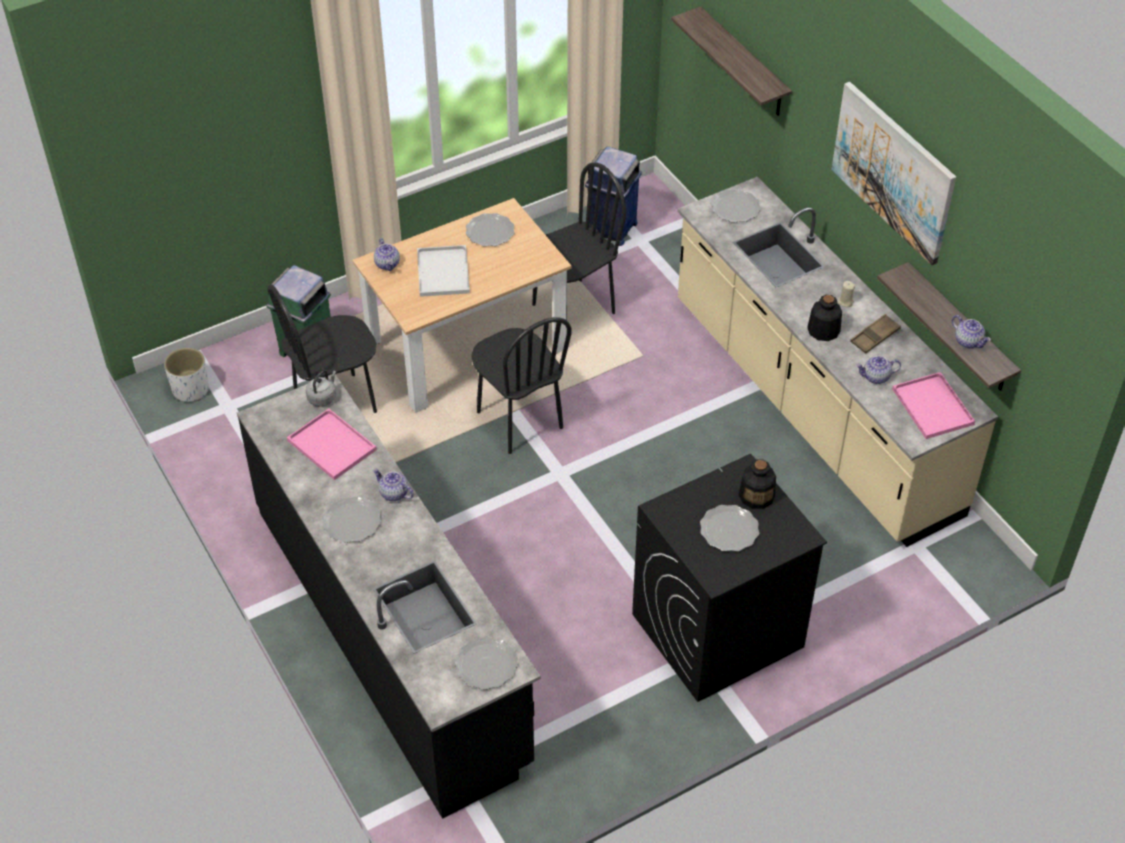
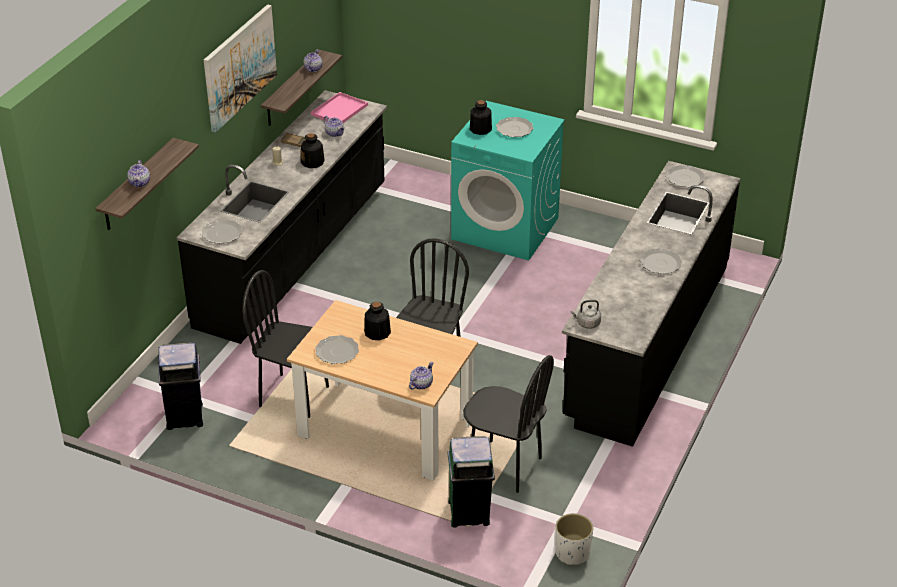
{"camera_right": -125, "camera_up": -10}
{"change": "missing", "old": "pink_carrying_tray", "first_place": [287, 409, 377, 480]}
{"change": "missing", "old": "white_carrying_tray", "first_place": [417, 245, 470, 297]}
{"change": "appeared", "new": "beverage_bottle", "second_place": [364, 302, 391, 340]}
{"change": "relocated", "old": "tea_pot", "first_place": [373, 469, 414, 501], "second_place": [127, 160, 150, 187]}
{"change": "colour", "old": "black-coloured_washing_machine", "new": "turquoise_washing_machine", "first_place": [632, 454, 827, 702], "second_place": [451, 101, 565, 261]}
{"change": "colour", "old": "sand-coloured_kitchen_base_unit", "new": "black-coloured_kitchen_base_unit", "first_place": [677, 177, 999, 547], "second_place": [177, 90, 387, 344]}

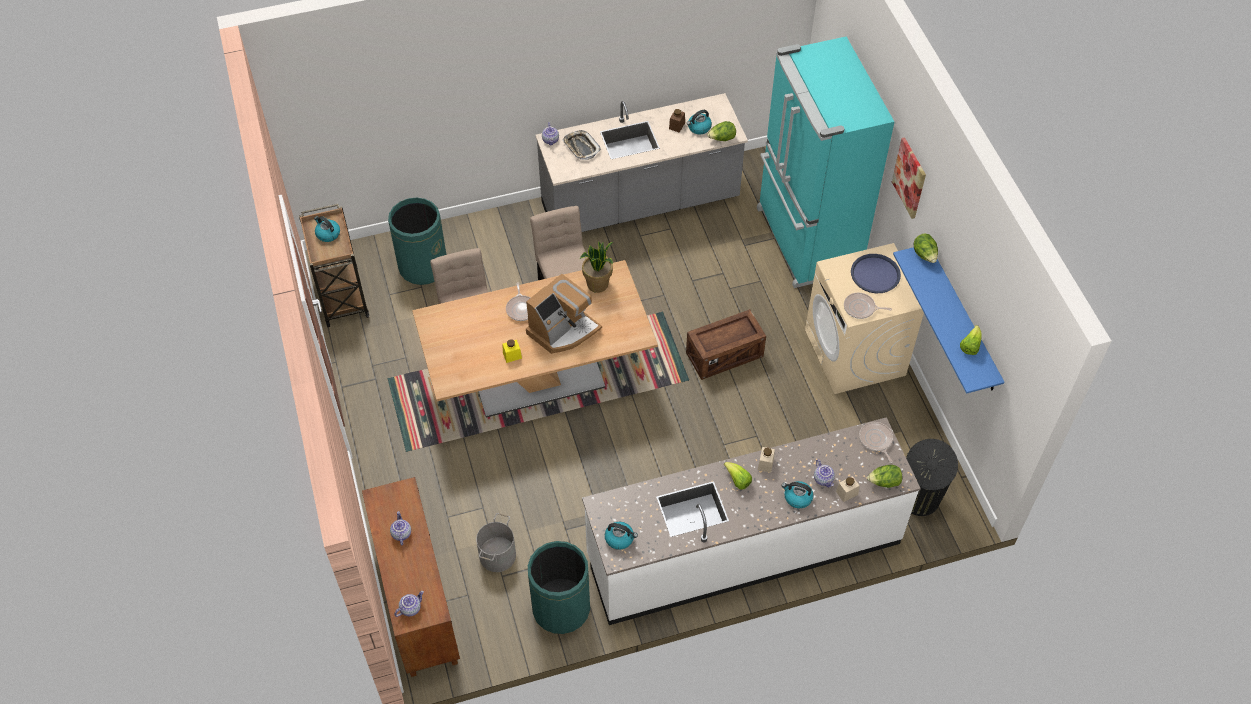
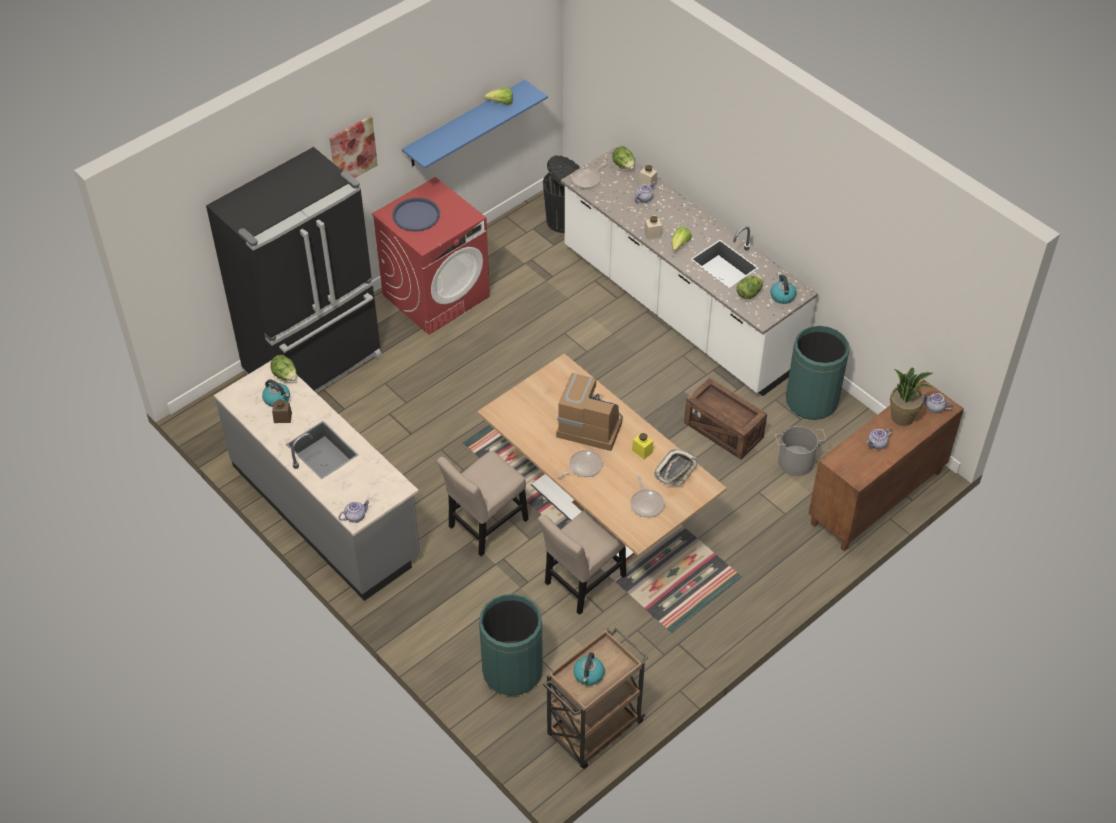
{"camera_right": -115, "camera_up": -5}
{"change": "missing", "old": "tea_kettle", "first_place": [782, 481, 813, 508]}
{"change": "relocated", "old": "carrying_tray", "first_place": [562, 130, 601, 160], "second_place": [654, 449, 698, 486]}
{"change": "relocated", "old": "plant_in_a_pot", "first_place": [580, 241, 613, 293], "second_place": [890, 368, 933, 426]}
{"change": "relocated", "old": "packing_crate", "first_place": [686, 309, 766, 380], "second_place": [684, 378, 767, 459]}
{"change": "relocated", "old": "frying_pan", "first_place": [844, 293, 892, 319], "second_place": [630, 475, 664, 517]}
{"change": "relocated", "old": "lettuce", "first_place": [914, 233, 938, 263], "second_place": [736, 276, 763, 299]}
{"change": "colour", "old": "turquoise_refrigerator", "new": "black-coloured_refrigerator", "first_place": [757, 36, 894, 288], "second_place": [206, 147, 382, 393]}
{"change": "colour", "old": "sand-coloured_washing_machine", "new": "red-coloured_washing_machine", "first_place": [805, 243, 924, 394], "second_place": [372, 177, 490, 335]}

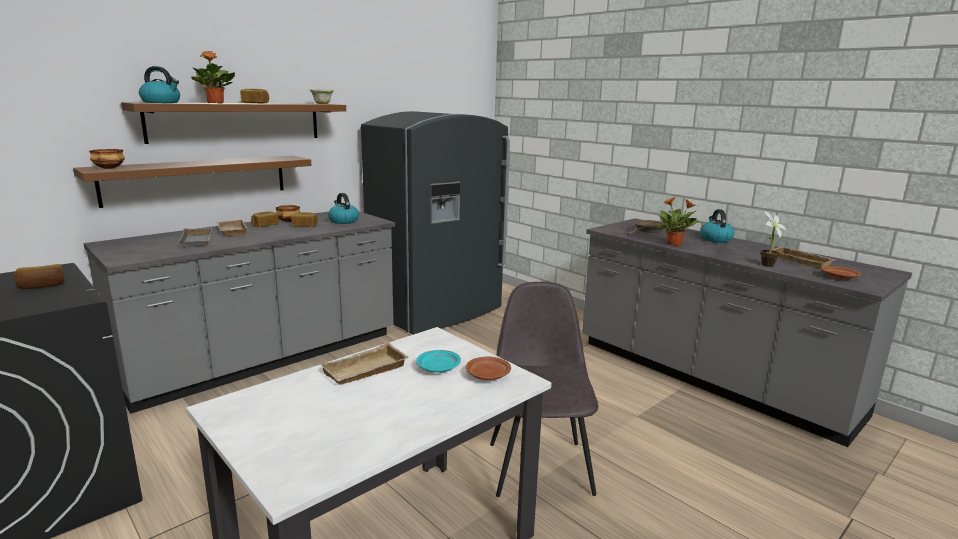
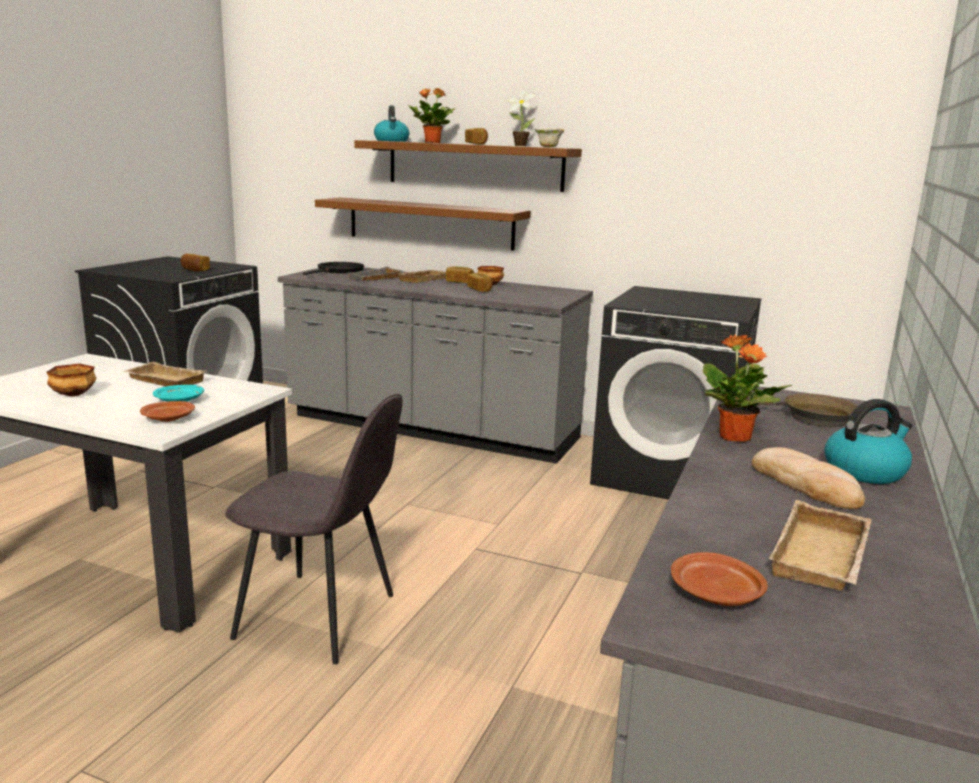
{"camera_right": 65, "camera_up": 0}
{"change": "missing", "old": "tea_kettle", "first_place": [328, 193, 359, 224]}
{"change": "appeared", "new": "black-coloured_frying_pan", "second_place": [303, 262, 364, 275]}
{"change": "appeared", "new": "bakery_bread", "second_place": [752, 447, 865, 509]}
{"change": "relocated", "old": "serving_bowl", "first_place": [89, 149, 125, 169], "second_place": [46, 364, 97, 397]}
{"change": "relocated", "old": "plant_in_a_pot", "first_place": [760, 211, 787, 267], "second_place": [508, 90, 536, 146]}
{"change": "exchanged", "old": "greyish_refrigerator", "new": "black-coloured_washing_machine", "first_place": [361, 111, 510, 335], "second_place": [590, 286, 761, 500]}
{"change": "spun", "old": "greyish_chair", "first_place": [490, 282, 599, 497], "second_place": [225, 394, 403, 664], "degrees": 45}

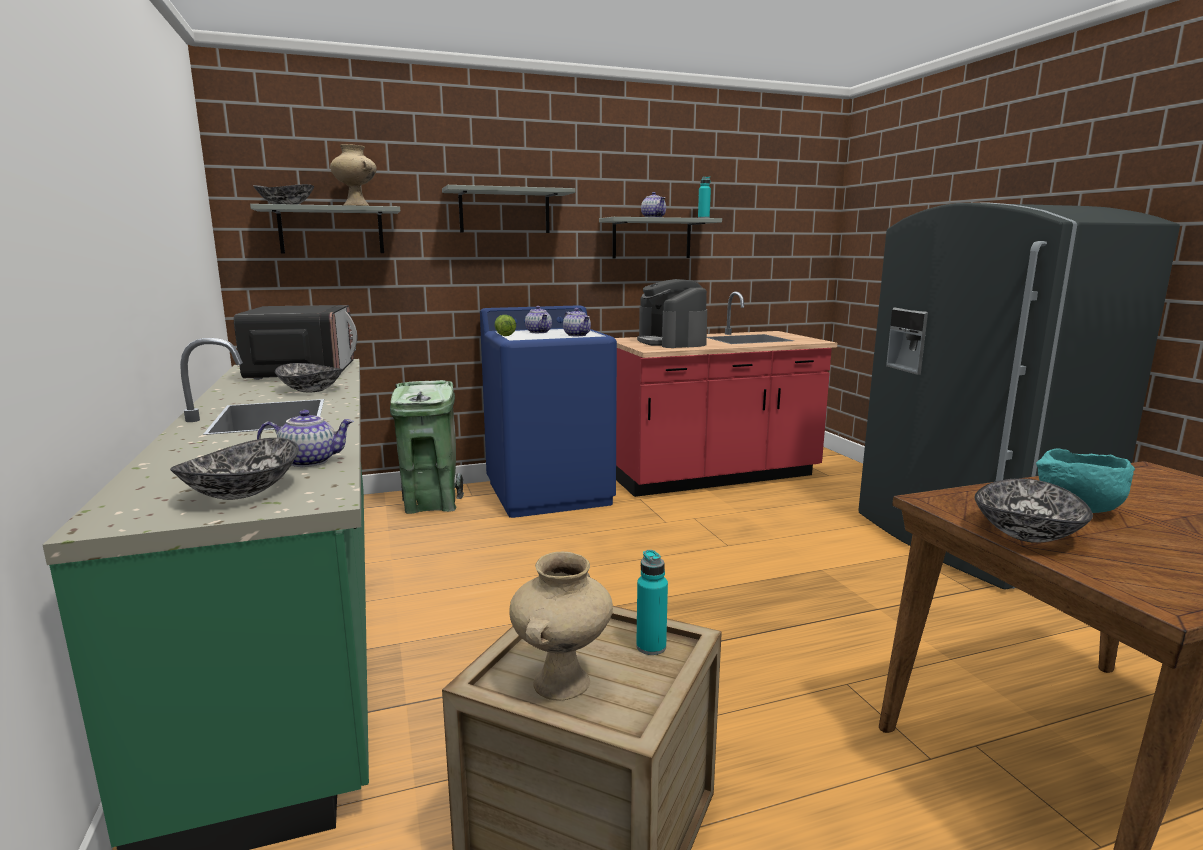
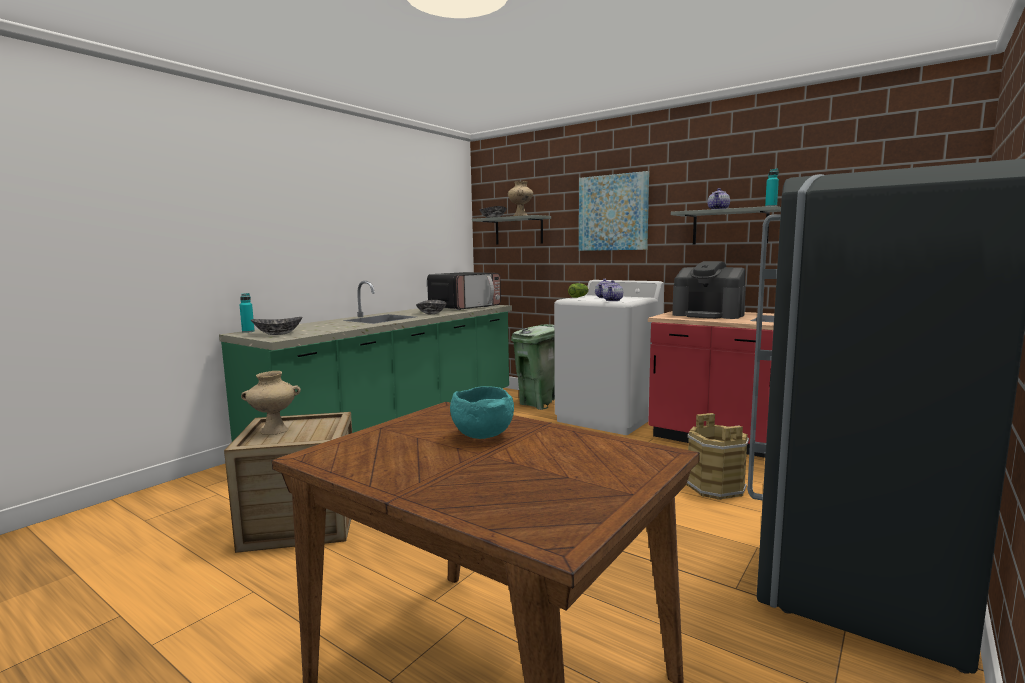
{"camera_right": 55, "camera_up": -5}
{"change": "missing", "old": "tea_pot", "first_place": [257, 410, 354, 467]}
{"change": "missing", "old": "serving_bowl", "first_place": [975, 478, 1093, 543]}
{"change": "appeared", "new": "brownish_water_bucket", "second_place": [686, 413, 749, 500]}
{"change": "relocated", "old": "turquoise_beverage_bottle", "first_place": [636, 550, 668, 655], "second_place": [240, 293, 255, 333]}
{"change": "exchanged", "old": "greyish_bracket_shelf", "new": "wall_art", "first_place": [442, 185, 575, 233], "second_place": [579, 171, 649, 251]}
{"change": "colour", "old": "blue_washing_machine", "new": "white_washing_machine", "first_place": [480, 305, 617, 518], "second_place": [554, 280, 664, 435]}
{"change": "spun", "old": "coffee_brewer", "first_place": [637, 279, 707, 348], "second_place": [672, 261, 746, 319], "degrees": -90}

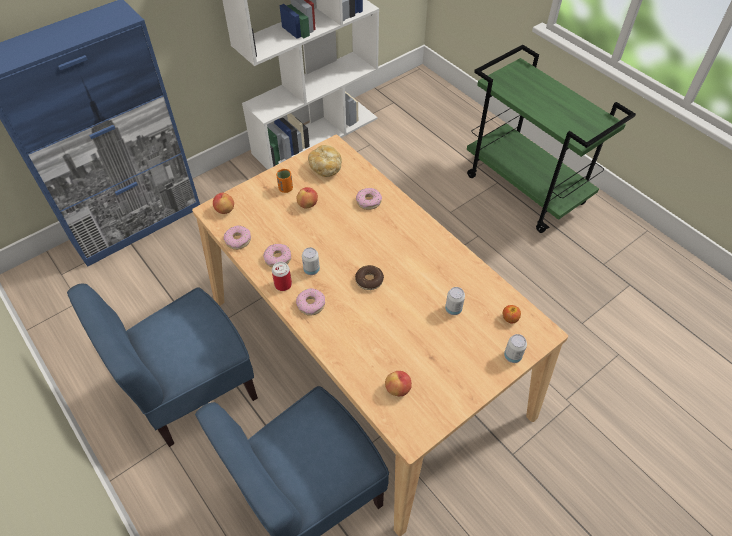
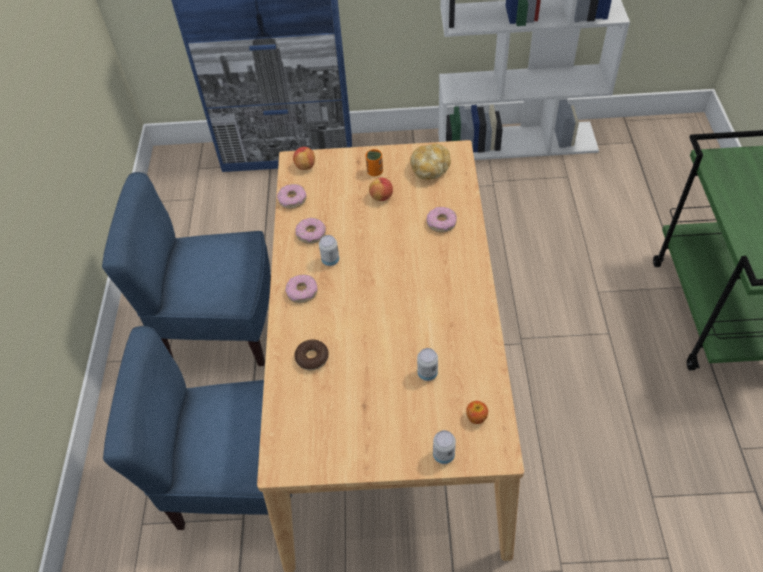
{"camera_right": 40, "camera_up": 0}
{"change": "missing", "old": "sealed_can", "first_place": [272, 262, 292, 291]}
{"change": "missing", "old": "apple_fruit", "first_place": [385, 371, 412, 396]}
{"change": "relocated", "old": "ring_doughnut", "first_place": [355, 265, 384, 290], "second_place": [294, 339, 329, 370]}

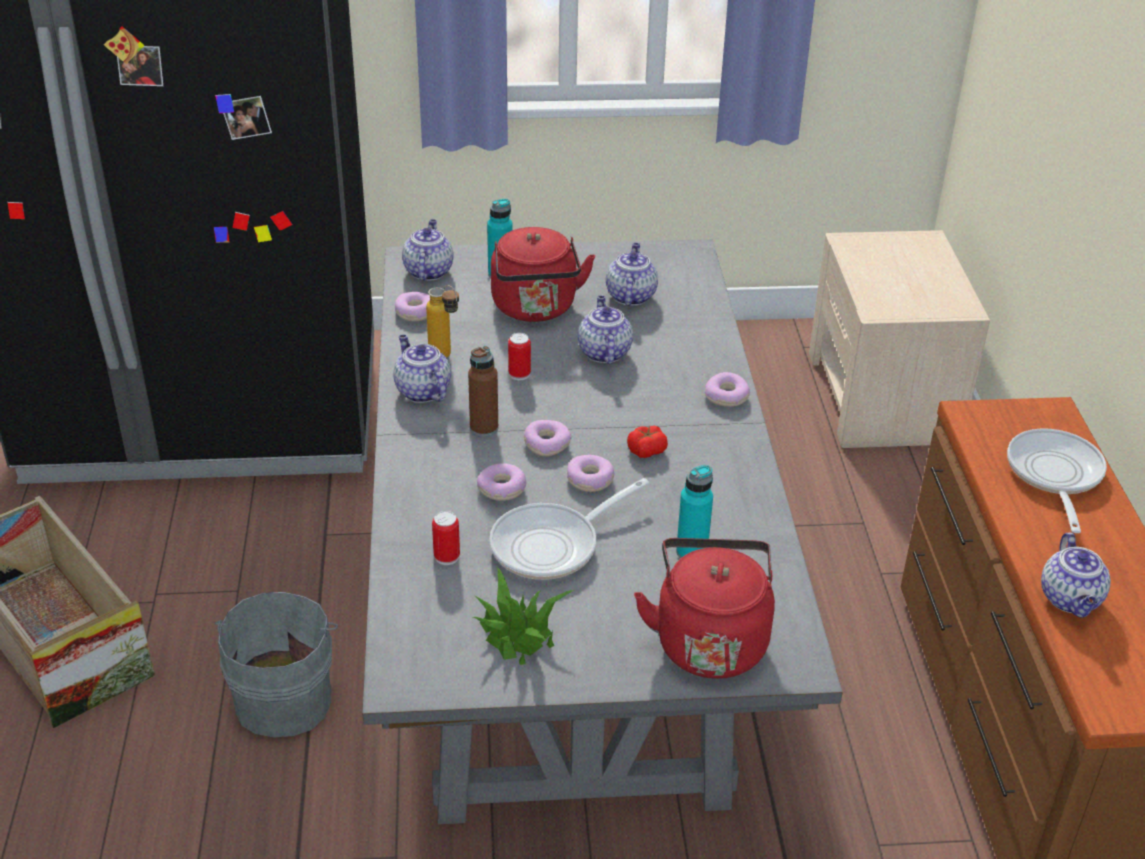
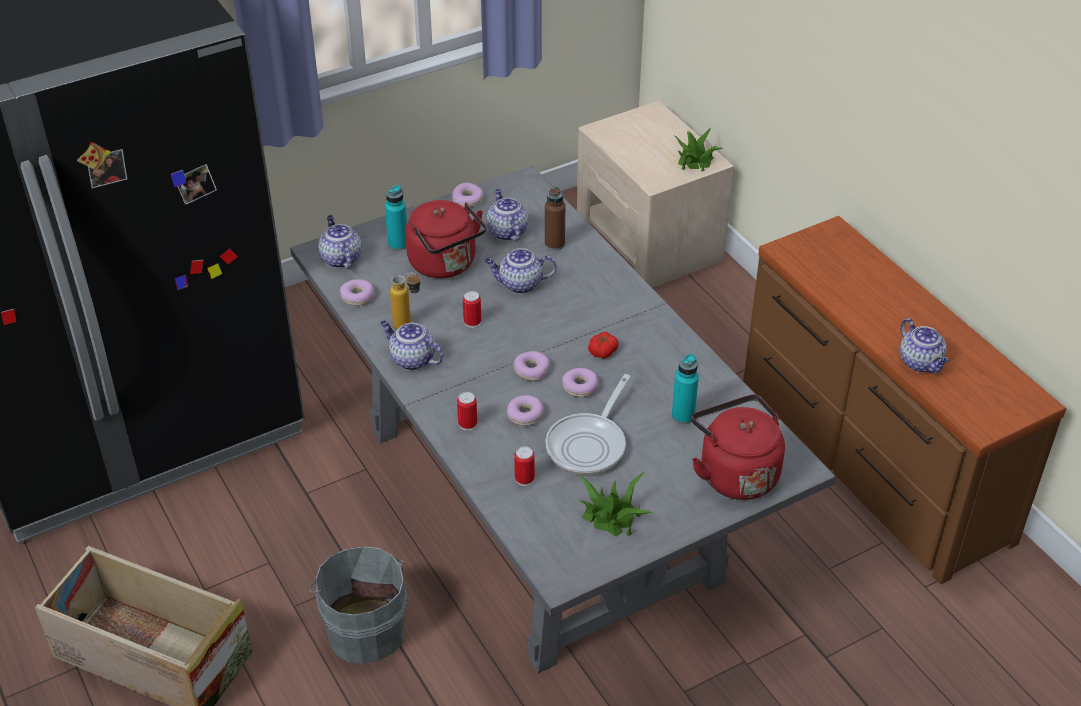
{"camera_right": -25, "camera_up": 5}
{"change": "missing", "old": "frying_pan", "first_place": [1007, 428, 1107, 533]}
{"change": "appeared", "new": "sealed_can", "second_place": [457, 392, 477, 431]}
{"change": "appeared", "new": "plant_in_a_pot", "second_place": [675, 128, 723, 172]}
{"change": "relocated", "old": "brownish_beverage_bottle", "first_place": [468, 346, 498, 437], "second_place": [545, 186, 565, 251]}
{"change": "relocated", "old": "ring_doughnut", "first_place": [705, 372, 750, 407], "second_place": [452, 183, 484, 207]}
{"change": "spun", "old": "tea_pot", "first_place": [578, 296, 633, 364], "second_place": [485, 248, 557, 294], "degrees": -60}

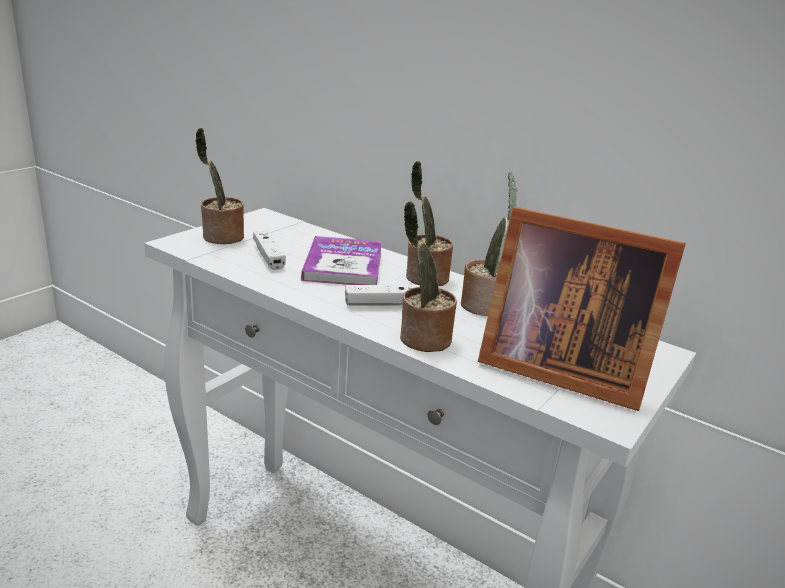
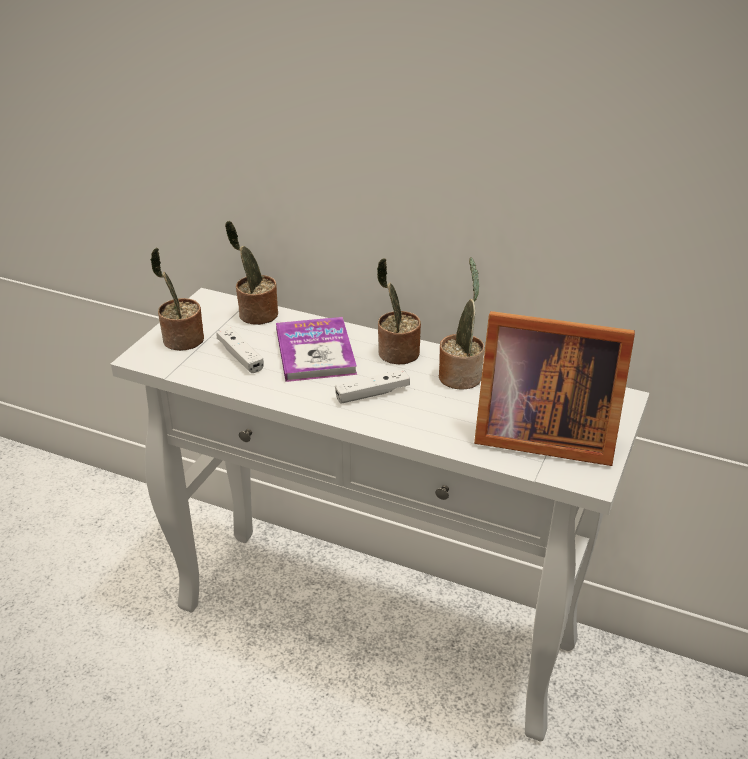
{"camera_right": -10, "camera_up": 10}
{"change": "relocated", "old": "plant_in_a_pot", "first_place": [400, 202, 457, 352], "second_place": [225, 221, 278, 325]}

